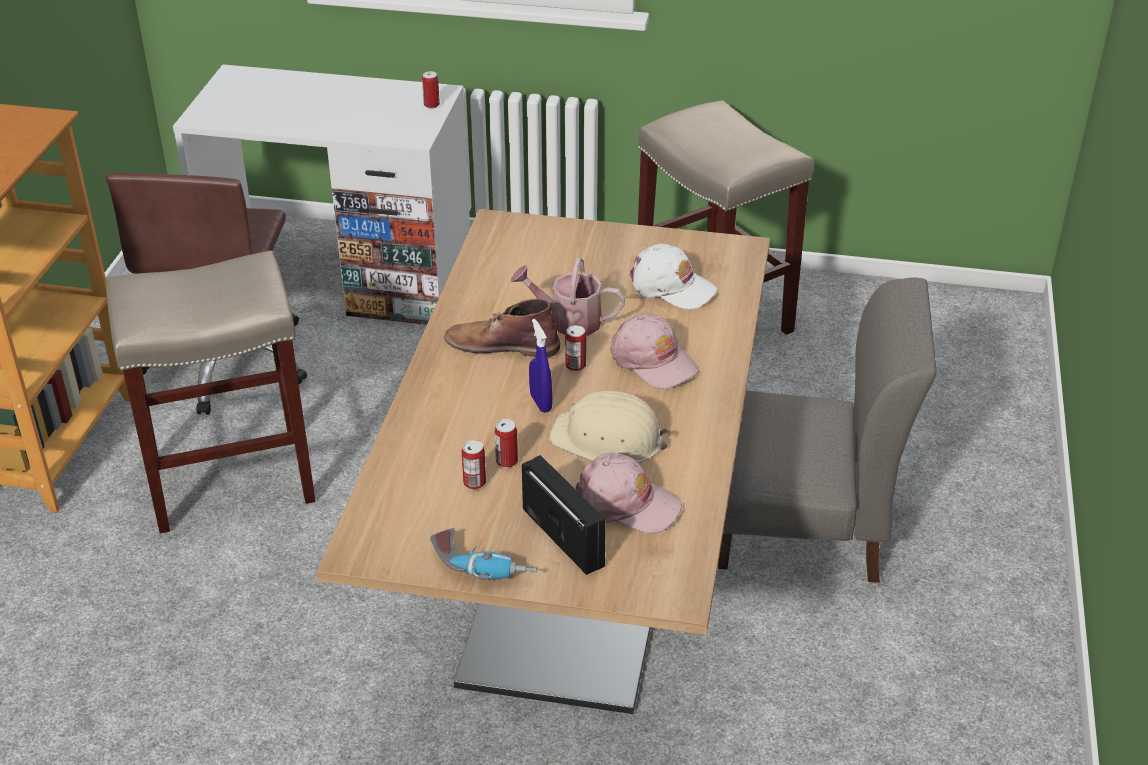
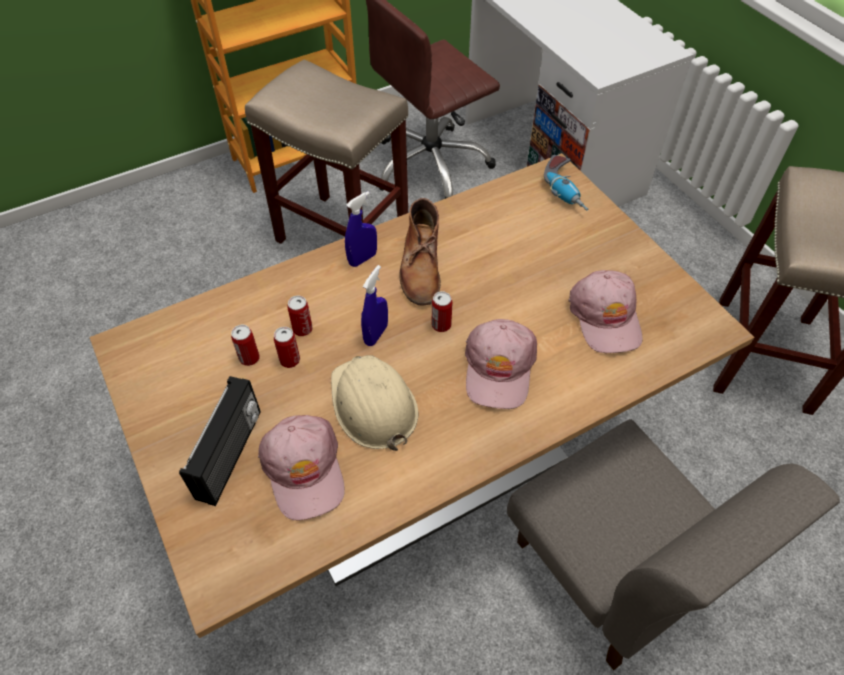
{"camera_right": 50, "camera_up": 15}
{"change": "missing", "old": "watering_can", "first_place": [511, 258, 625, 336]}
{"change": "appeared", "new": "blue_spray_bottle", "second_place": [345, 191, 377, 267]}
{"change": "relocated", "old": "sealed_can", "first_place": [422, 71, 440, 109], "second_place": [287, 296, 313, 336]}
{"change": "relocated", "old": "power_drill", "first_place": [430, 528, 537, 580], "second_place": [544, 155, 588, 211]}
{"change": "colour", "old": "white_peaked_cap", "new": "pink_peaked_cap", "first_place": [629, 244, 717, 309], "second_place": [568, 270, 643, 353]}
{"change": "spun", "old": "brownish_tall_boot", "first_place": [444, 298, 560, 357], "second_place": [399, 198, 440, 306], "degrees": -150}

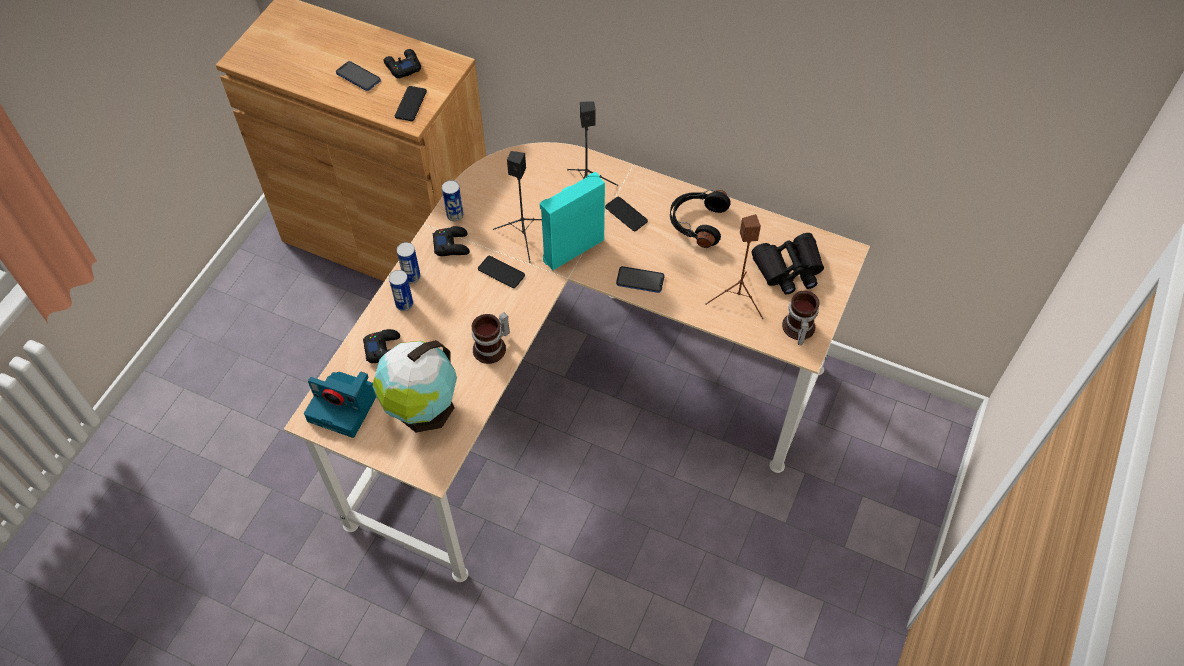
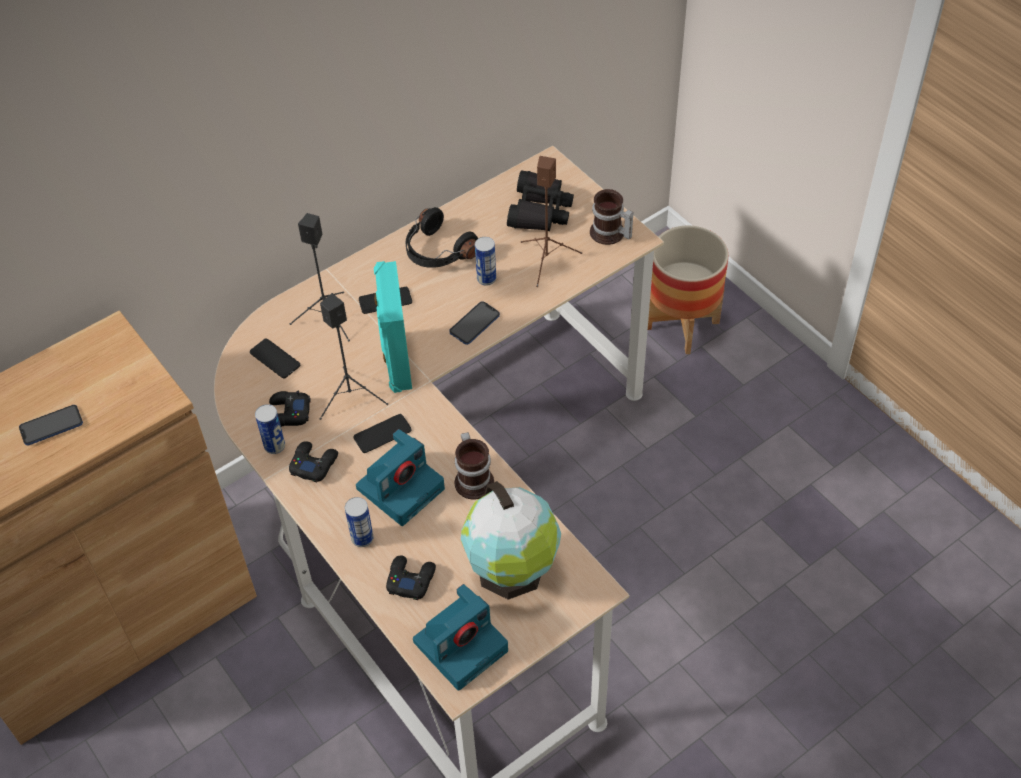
{"camera_right": -60, "camera_up": -5}
{"change": "appeared", "new": "still_camera", "second_place": [356, 429, 445, 526]}
{"change": "appeared", "new": "flower_pot", "second_place": [648, 226, 728, 354]}
{"change": "relocated", "old": "black-coloured_gamepad", "first_place": [384, 49, 421, 79], "second_place": [269, 391, 311, 427]}
{"change": "relocated", "old": "phone", "first_place": [395, 86, 427, 121], "second_place": [250, 339, 300, 378]}
{"change": "relocated", "old": "sealed_can", "first_place": [397, 242, 420, 283], "second_place": [475, 237, 496, 286]}

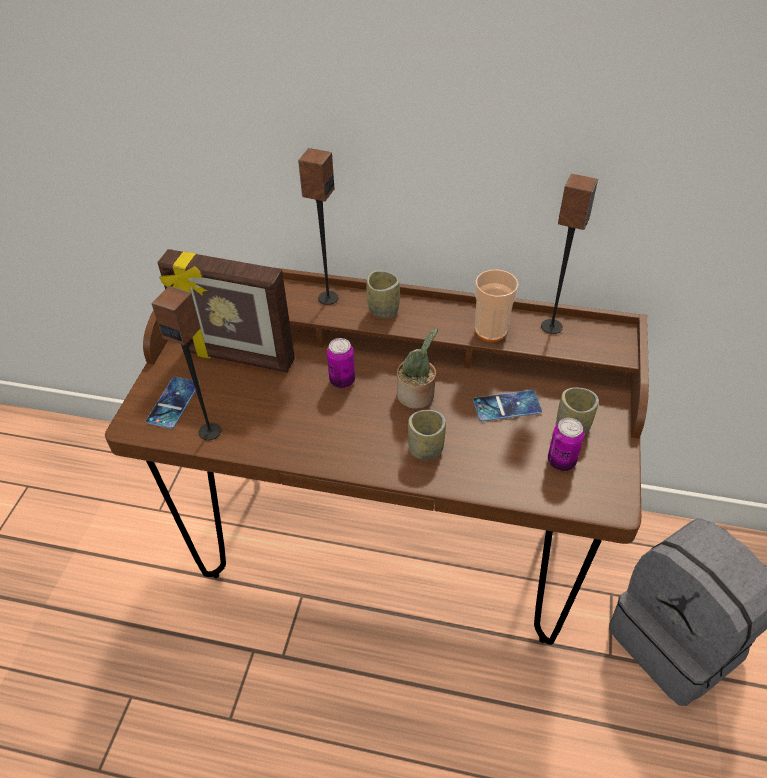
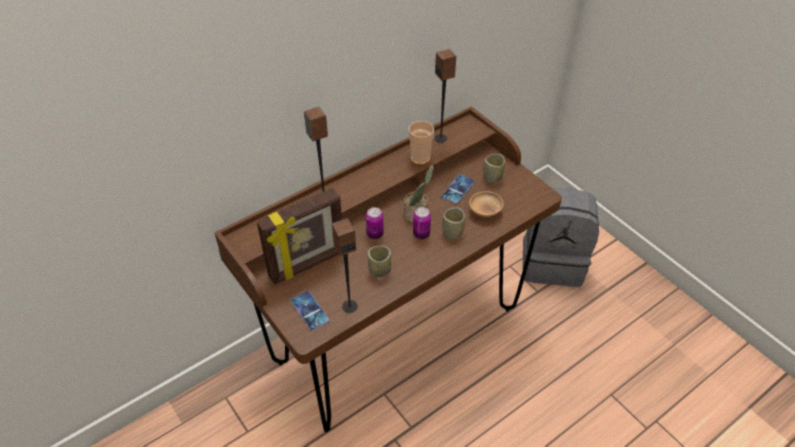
{"camera_right": -50, "camera_up": 0}
{"change": "appeared", "new": "brownish_serving_bowl", "second_place": [469, 191, 504, 217]}
{"change": "relocated", "old": "cup", "first_place": [366, 271, 400, 319], "second_place": [367, 246, 391, 277]}
{"change": "relocated", "old": "sealed_can", "first_place": [548, 418, 584, 471], "second_place": [413, 207, 431, 239]}

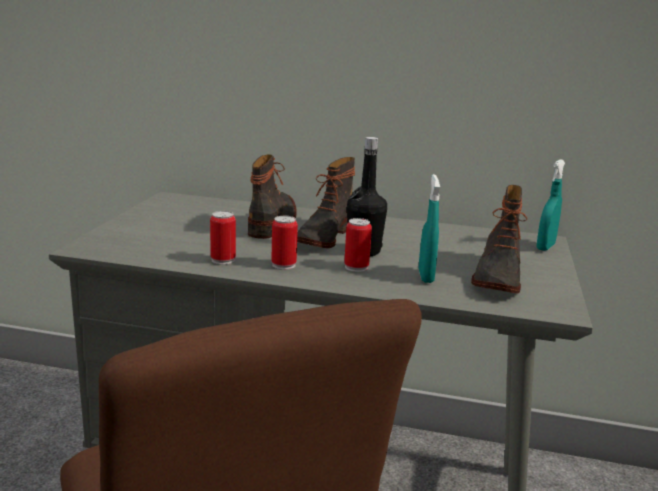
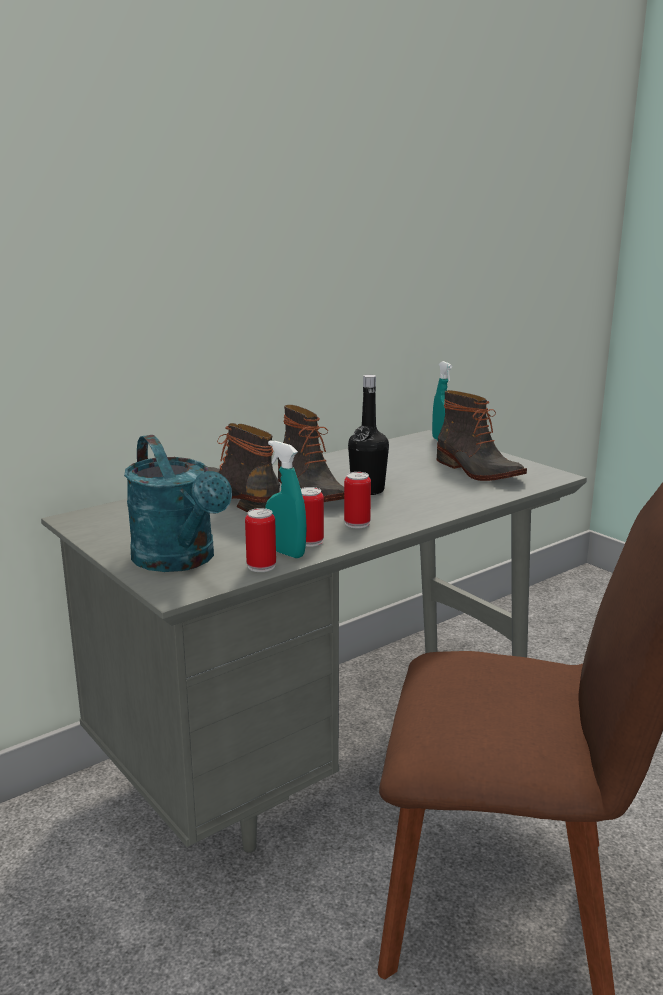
{"camera_right": -50, "camera_up": 0}
{"change": "appeared", "new": "turquoise_watering_can", "second_place": [124, 435, 232, 572]}
{"change": "relocated", "old": "sealed_can", "first_place": [344, 218, 372, 272], "second_place": [245, 508, 276, 572]}
{"change": "relocated", "old": "turquoise_spray_bottle", "first_place": [419, 174, 440, 283], "second_place": [265, 440, 307, 558]}

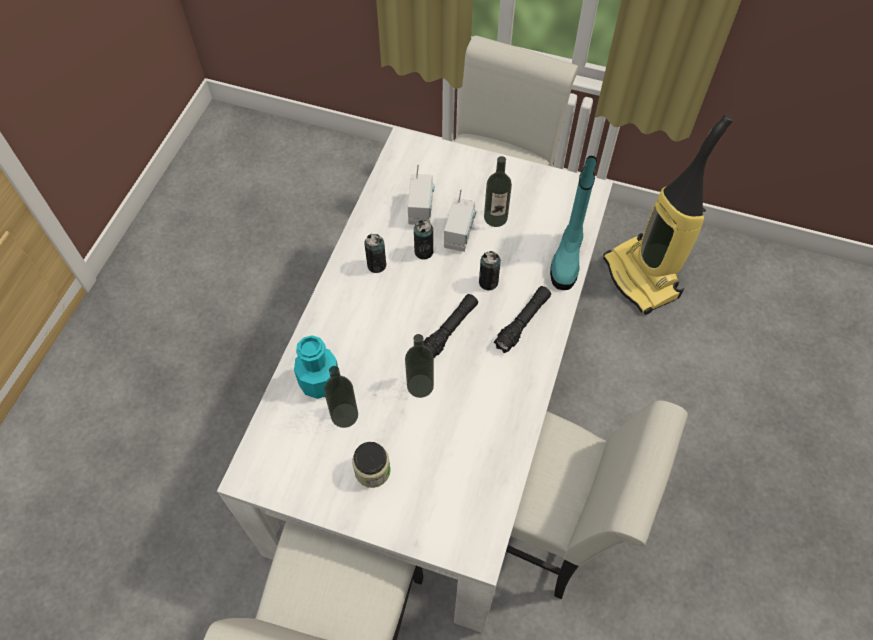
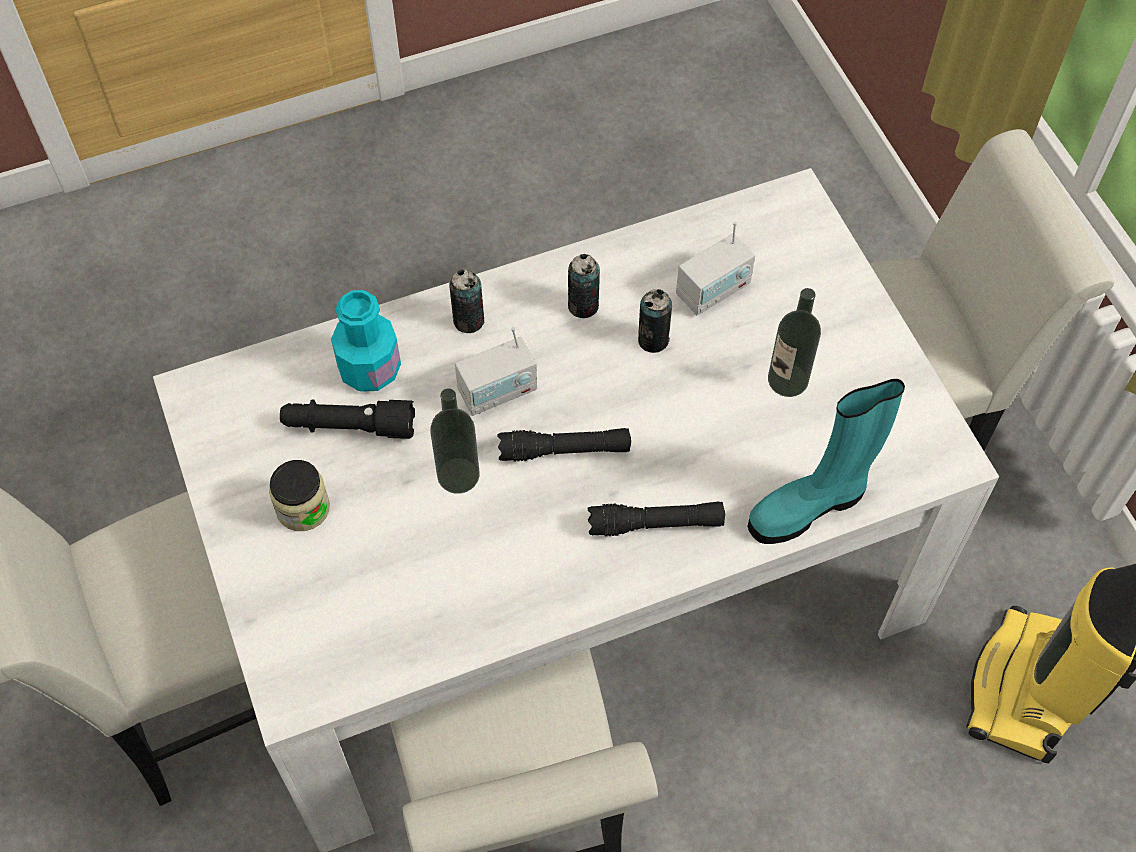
{"camera_right": 50, "camera_up": 0}
{"change": "relocated", "old": "radio_receiver", "first_place": [444, 189, 476, 252], "second_place": [455, 327, 537, 416]}
{"change": "relocated", "old": "sealed_can", "first_place": [479, 251, 501, 290], "second_place": [449, 269, 484, 333]}
{"change": "exchanged", "old": "beverage_bottle", "new": "black-coloured_torch", "first_place": [324, 366, 358, 428], "second_place": [280, 399, 415, 439]}

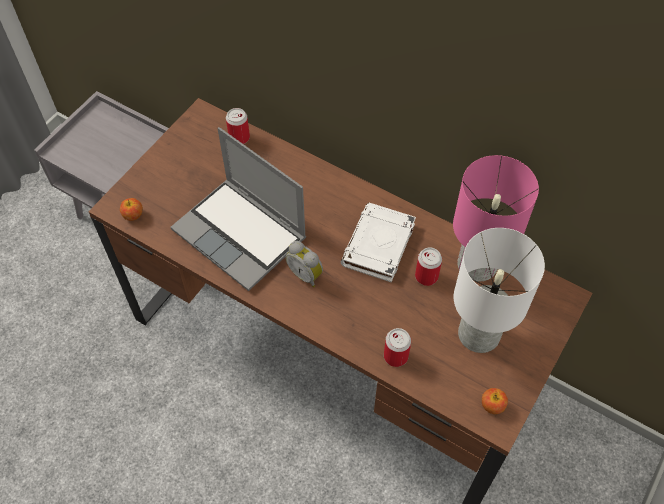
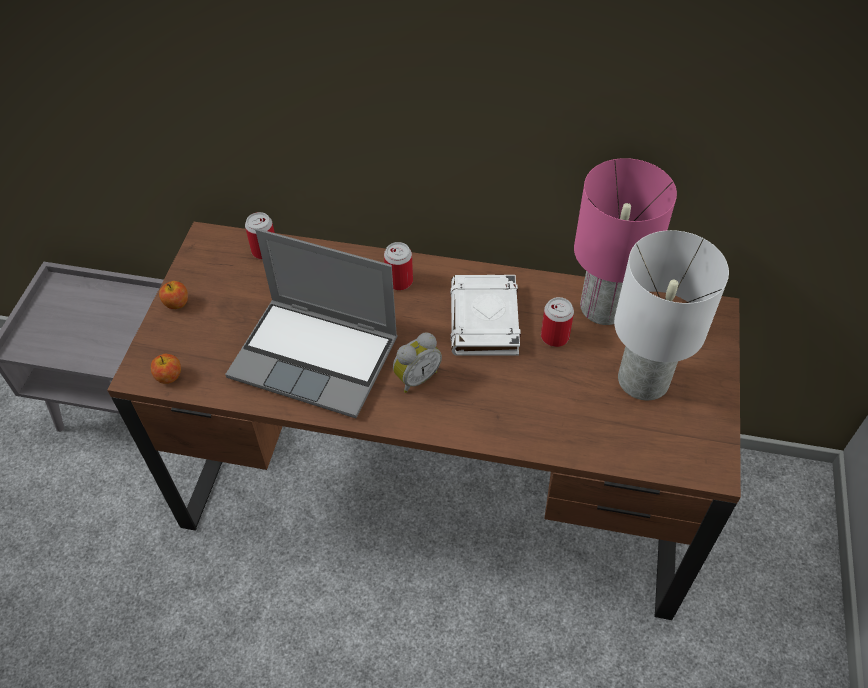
{"camera_right": -20, "camera_up": -5}
{"change": "relocated", "old": "sealed_can", "first_place": [384, 328, 411, 367], "second_place": [384, 242, 413, 290]}
{"change": "relocated", "old": "apple_fruit", "first_place": [482, 388, 508, 414], "second_place": [159, 281, 188, 309]}
{"change": "spun", "old": "bedside_clock", "first_place": [285, 241, 323, 287], "second_place": [393, 332, 442, 393], "degrees": -60}

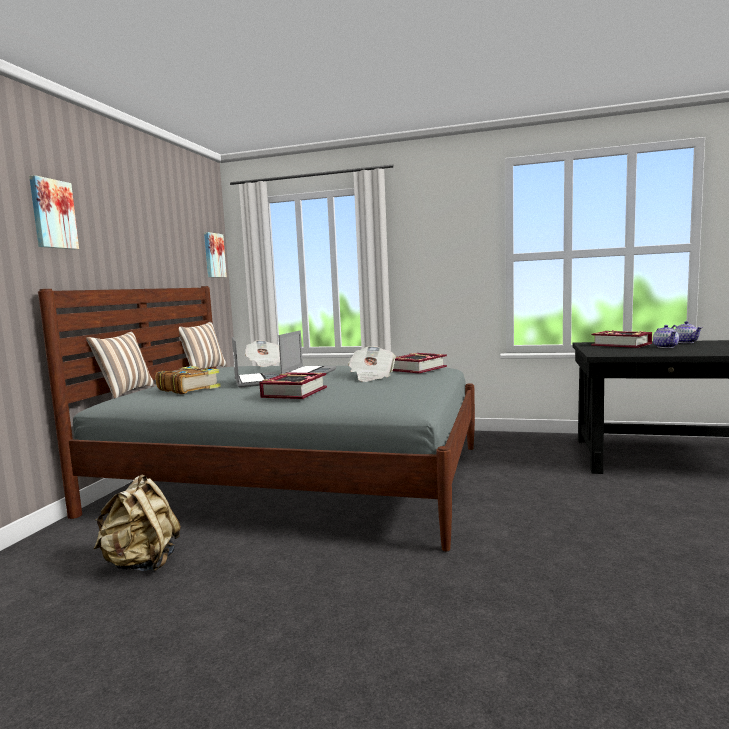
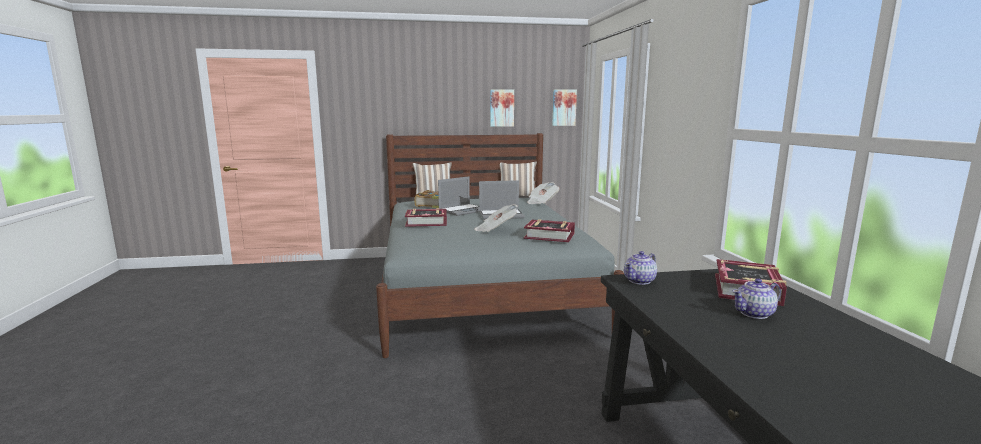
{"camera_right": 65, "camera_up": 5}
{"change": "missing", "old": "sand-coloured_backpack", "first_place": [93, 475, 181, 571]}
{"change": "relocated", "old": "wall_art", "first_place": [29, 175, 79, 250], "second_place": [490, 89, 514, 127]}
{"change": "relocated", "old": "tea_pot", "first_place": [672, 321, 703, 343], "second_place": [624, 251, 657, 285]}

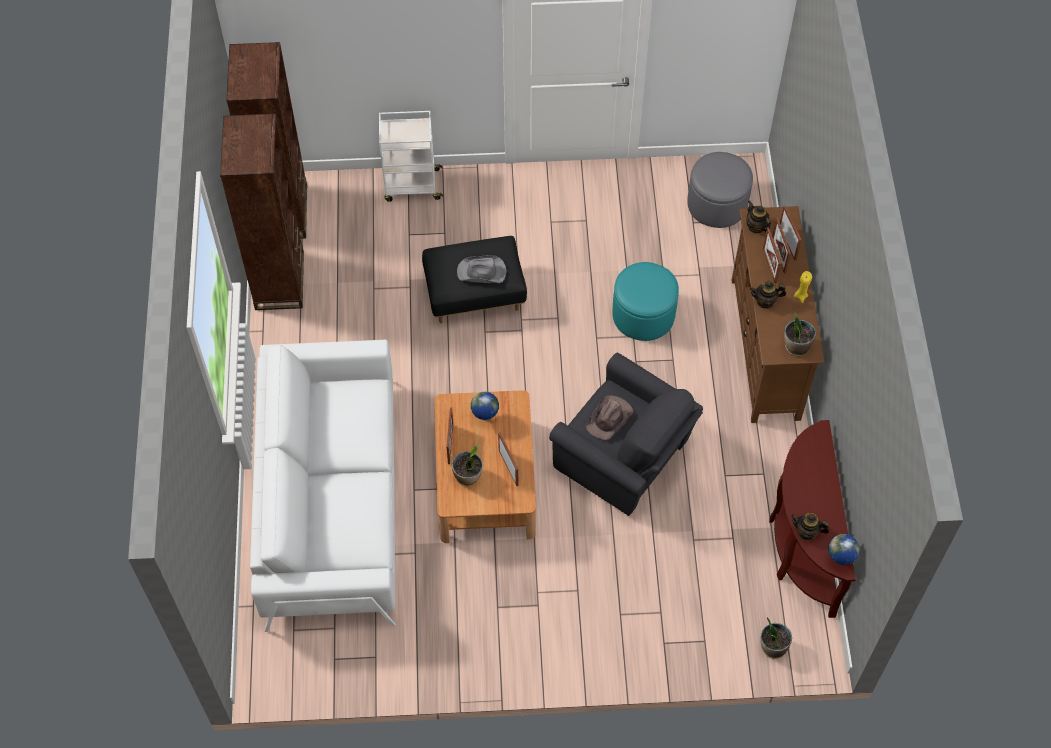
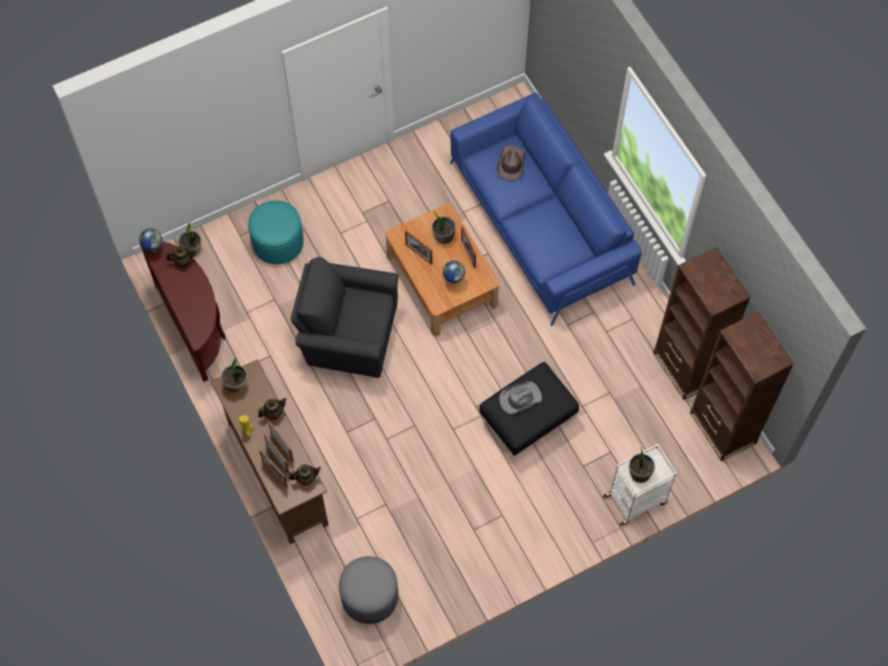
{"camera_right": 155, "camera_up": 5}
{"change": "appeared", "new": "plant_in_a_pot", "second_place": [629, 447, 655, 483]}
{"change": "relocated", "old": "brownish_hat", "first_place": [586, 395, 633, 440], "second_place": [497, 146, 525, 181]}
{"change": "relocated", "old": "turquoise_pouffe", "first_place": [613, 262, 679, 341], "second_place": [248, 201, 304, 264]}
{"change": "colour", "old": "white_sofa", "new": "blue_sofa", "first_place": [250, 340, 396, 632], "second_place": [450, 93, 642, 326]}
{"change": "spun", "old": "tea_pot", "first_place": [746, 201, 771, 234], "second_place": [289, 464, 321, 486], "degrees": -45}

